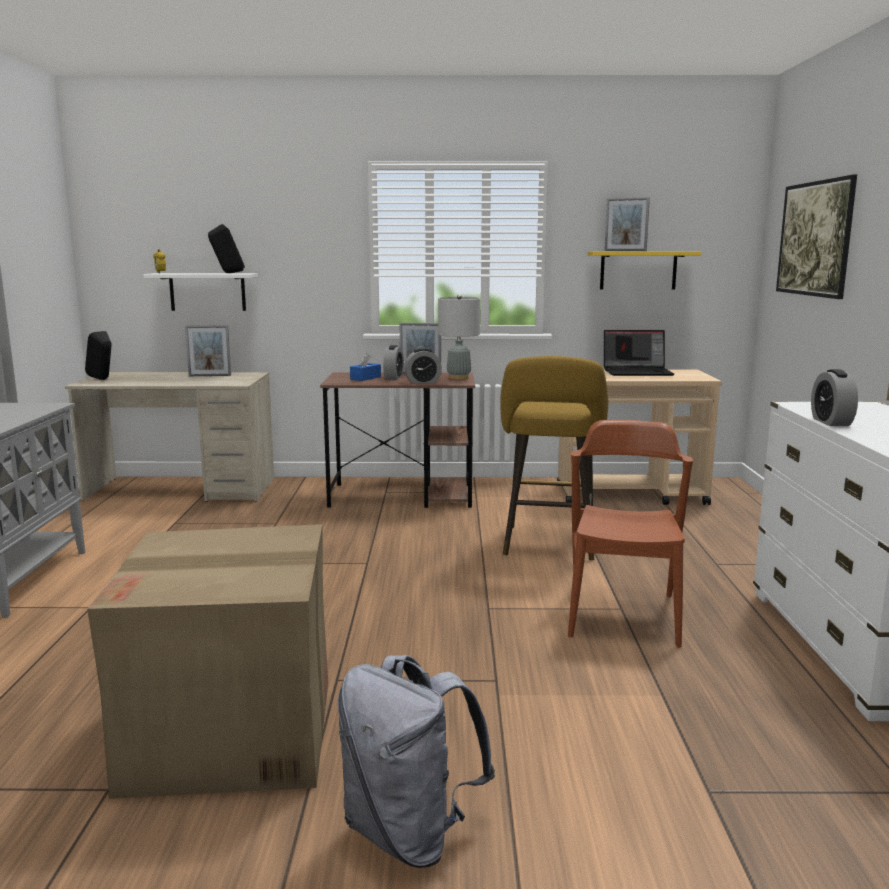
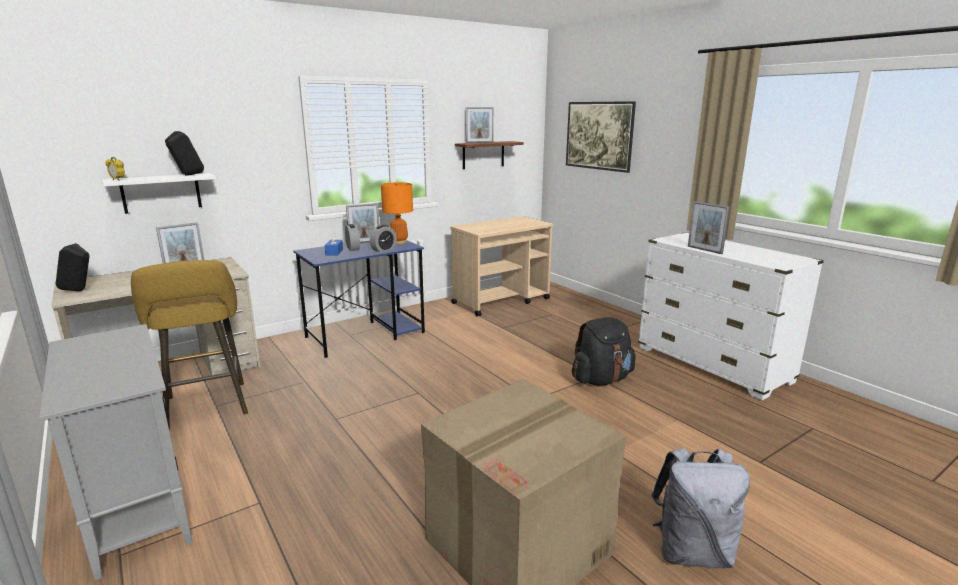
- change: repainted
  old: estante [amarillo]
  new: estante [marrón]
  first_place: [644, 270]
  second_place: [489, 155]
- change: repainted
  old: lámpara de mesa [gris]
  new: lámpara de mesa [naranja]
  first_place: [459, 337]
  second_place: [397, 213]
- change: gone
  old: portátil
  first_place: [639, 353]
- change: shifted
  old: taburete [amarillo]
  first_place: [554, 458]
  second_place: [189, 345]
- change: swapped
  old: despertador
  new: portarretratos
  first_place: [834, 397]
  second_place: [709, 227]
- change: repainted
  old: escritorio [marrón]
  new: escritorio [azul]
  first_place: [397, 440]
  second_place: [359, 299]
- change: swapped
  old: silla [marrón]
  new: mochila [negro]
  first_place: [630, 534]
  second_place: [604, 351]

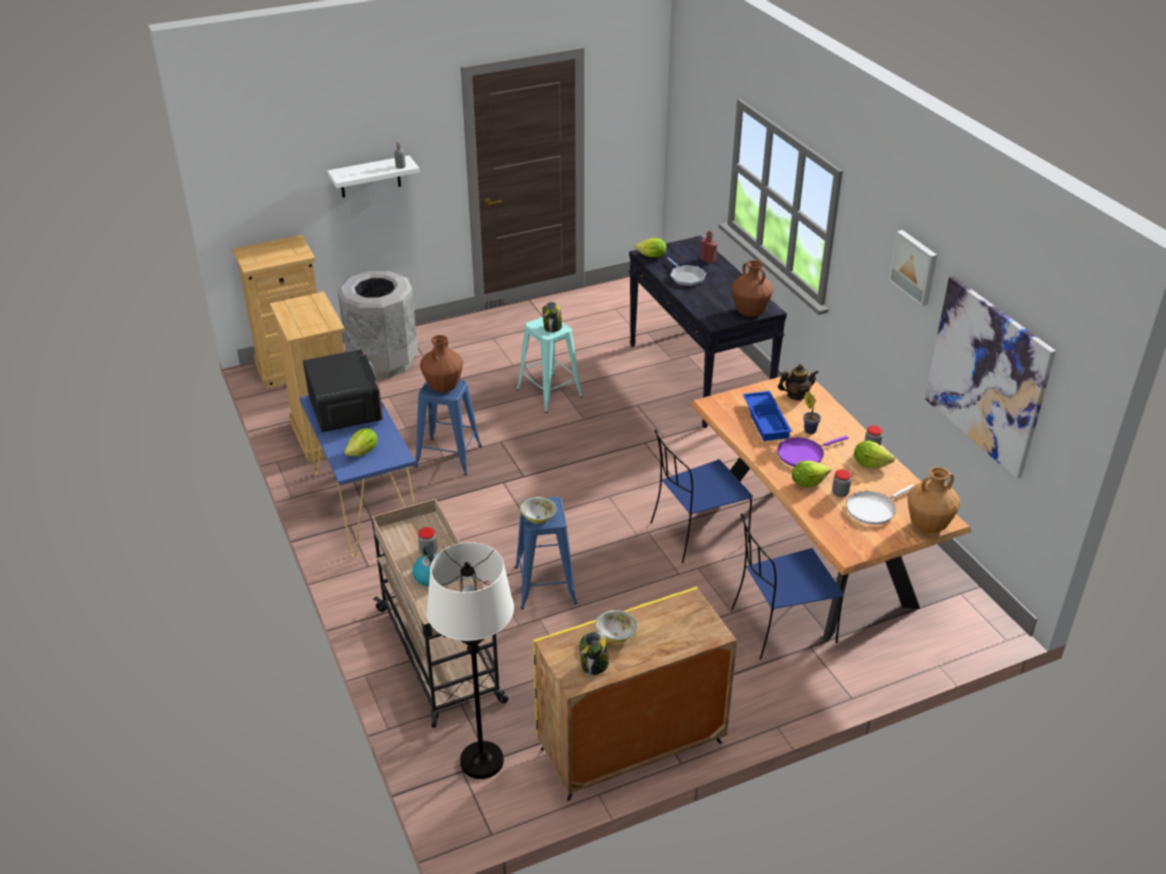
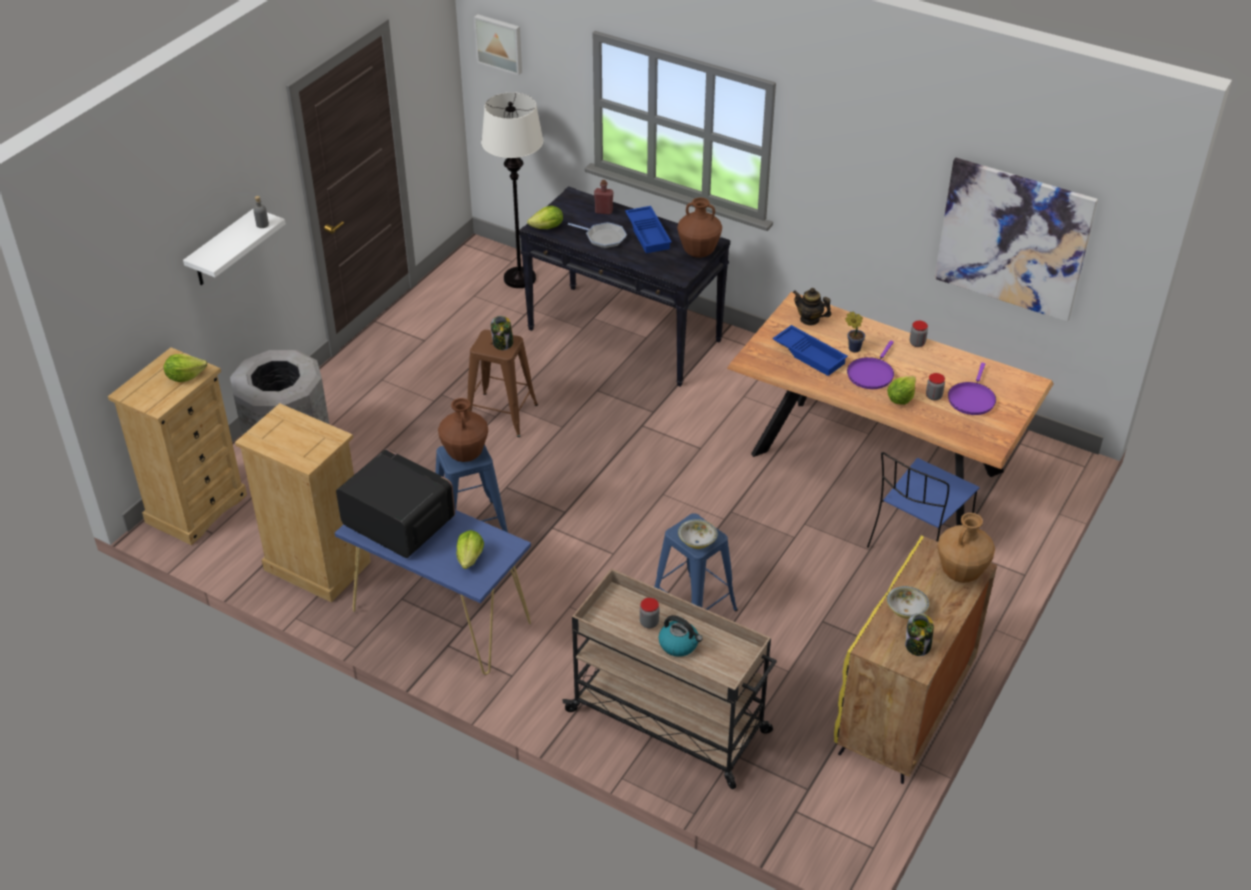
- change: shifted
  old: cuadro
  first_place: [913, 268]
  second_place: [498, 44]
- change: repainted
  old: taburete [turquesa]
  new: taburete [marrón]
  first_place: [550, 365]
  second_place: [502, 383]
- change: rotated
  old: tetera
  first_place: [798, 382]
  second_place: [812, 306]
  degrees: -105
- change: gone
  old: silla [azul]
  first_place: [702, 496]
- change: shifted
  old: lechuga
  first_place: [874, 454]
  second_place: [185, 368]
- change: shifted
  old: florero [marrón]
  first_place: [933, 500]
  second_place: [966, 548]
- change: repainted
  old: sartén [blanco]
  new: sartén [morado]
  first_place: [880, 505]
  second_place: [972, 388]
- change: shifted
  old: lámpara de pie [blanco]
  first_place: [470, 660]
  second_place: [512, 190]
- change: new
  new: bandeja [azul]
  second_place: [648, 229]

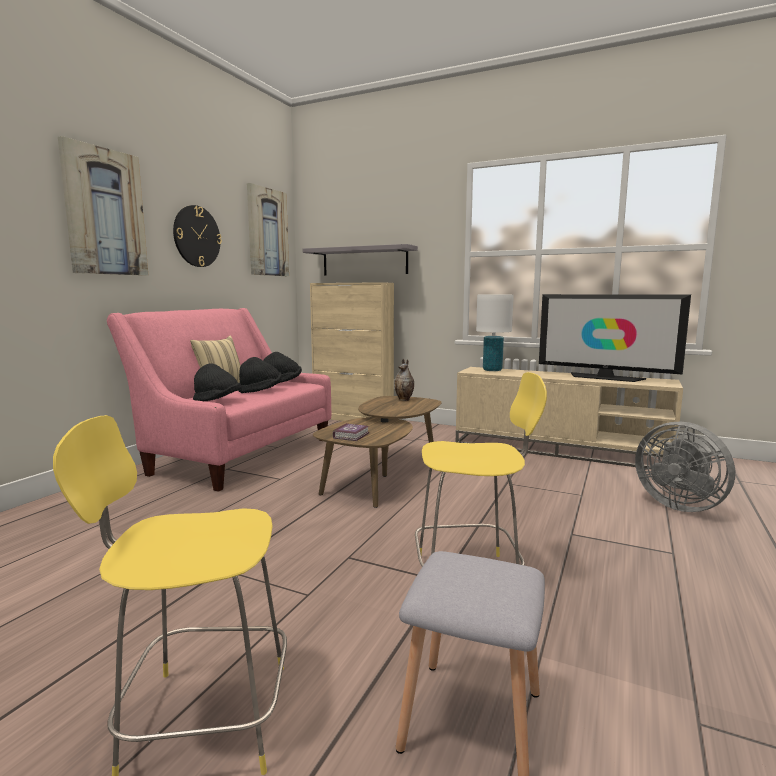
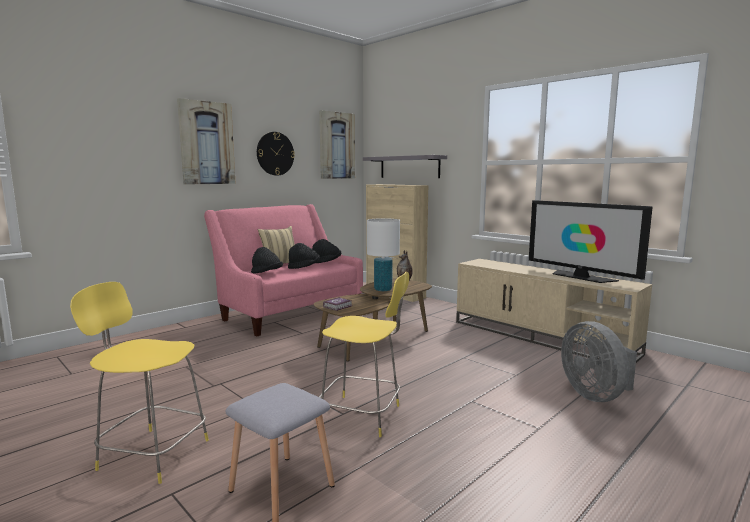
- change: shifted
  old: lámpara de mesa [blanco]
  first_place: [495, 333]
  second_place: [383, 254]

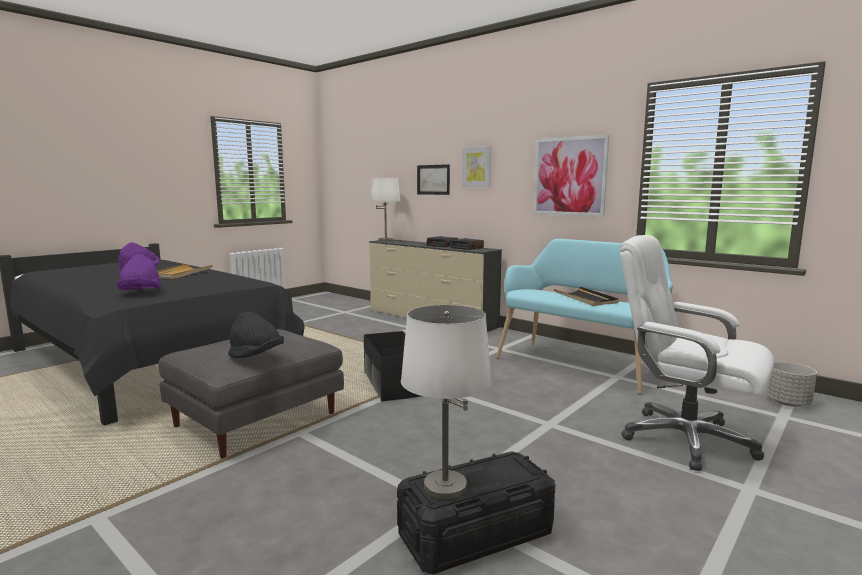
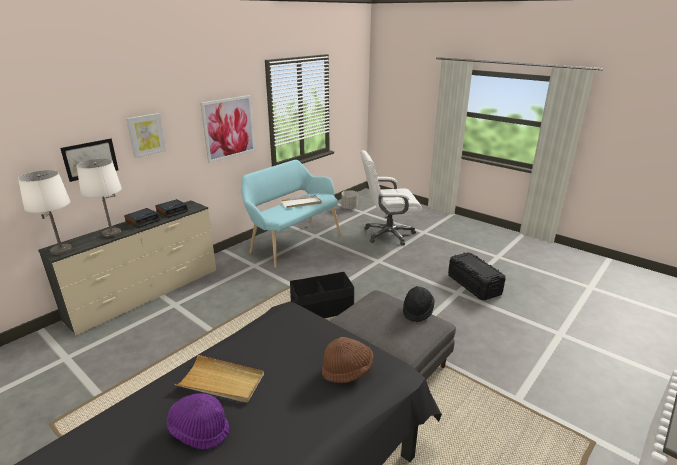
- change: rotated
  old: silla de oficina [blanco]
  first_place: [697, 353]
  second_place: [391, 197]
  degrees: 45
- change: repainted
  old: sombrero [morado]
  new: sombrero [marrón]
  first_place: [138, 272]
  second_place: [347, 360]
- change: repainted
  old: bandeja [negro]
  new: bandeja [blanco]
  first_place: [586, 296]
  second_place: [301, 201]
- change: shifted
  old: lámpara de mesa [blanco]
  first_place: [446, 402]
  second_place: [99, 198]

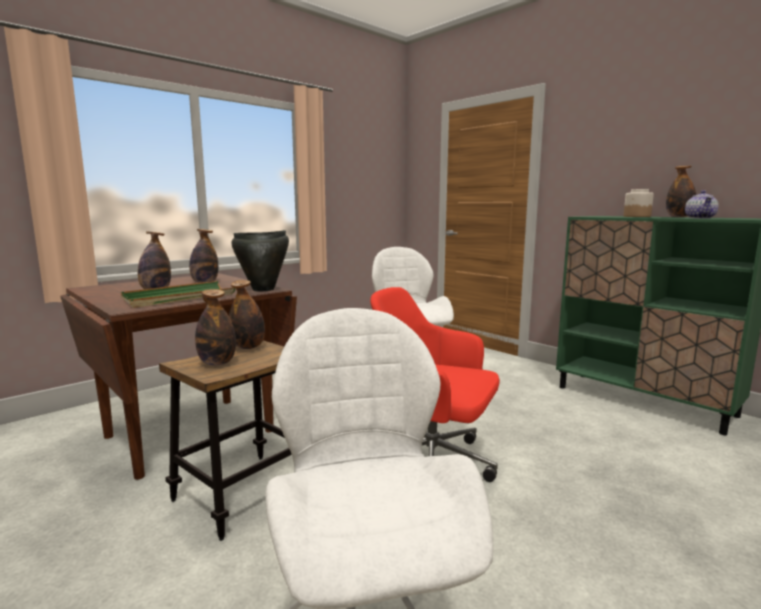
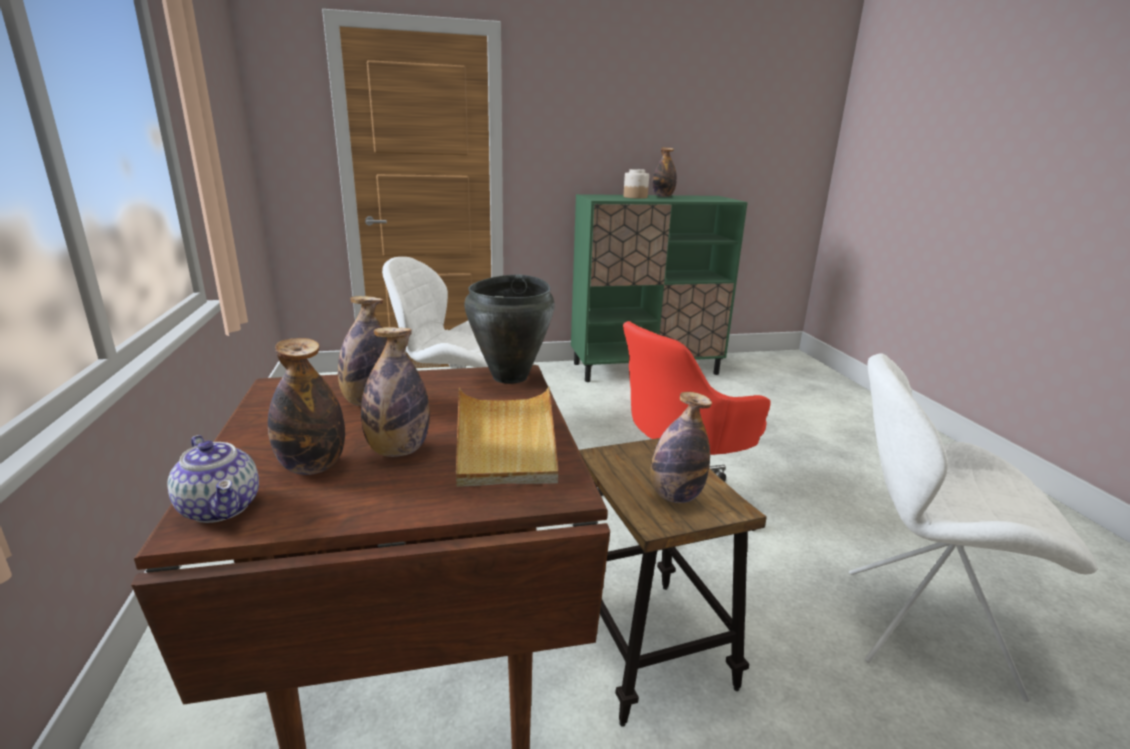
- change: shifted
  old: tetera
  first_place: [701, 204]
  second_place: [213, 479]
- change: shifted
  old: botella
  first_place: [247, 314]
  second_place: [306, 406]
- change: repainted
  old: bandeja [verde]
  new: bandeja [beis]
  first_place: [178, 294]
  second_place: [507, 436]

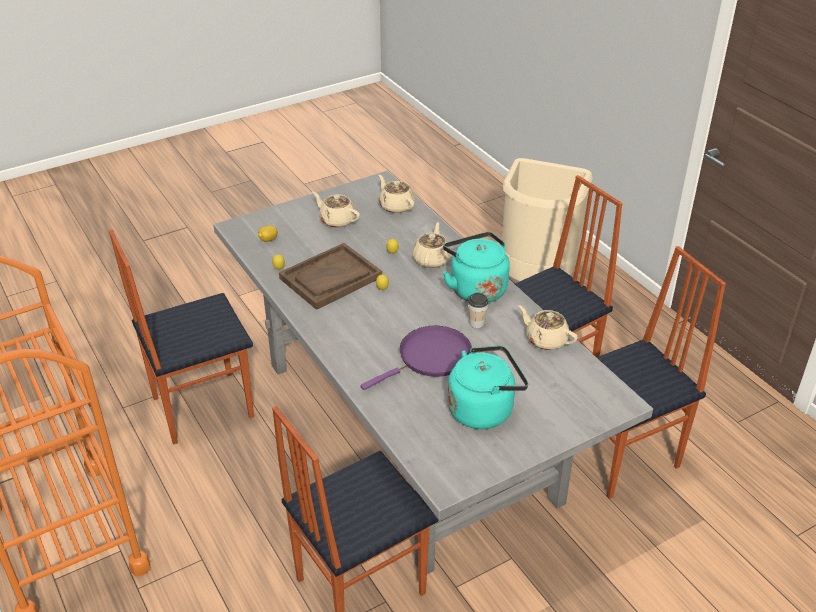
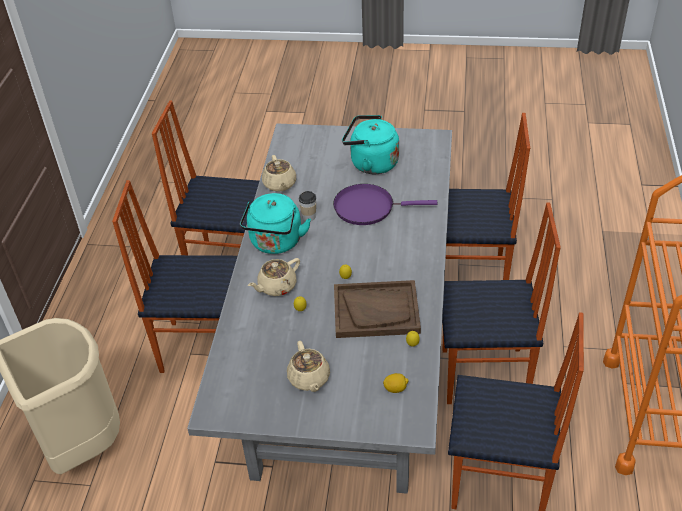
- change: gone
  old: tetera [beis]
  first_place: [396, 194]
- change: new
  new: silla
  second_place: [501, 303]

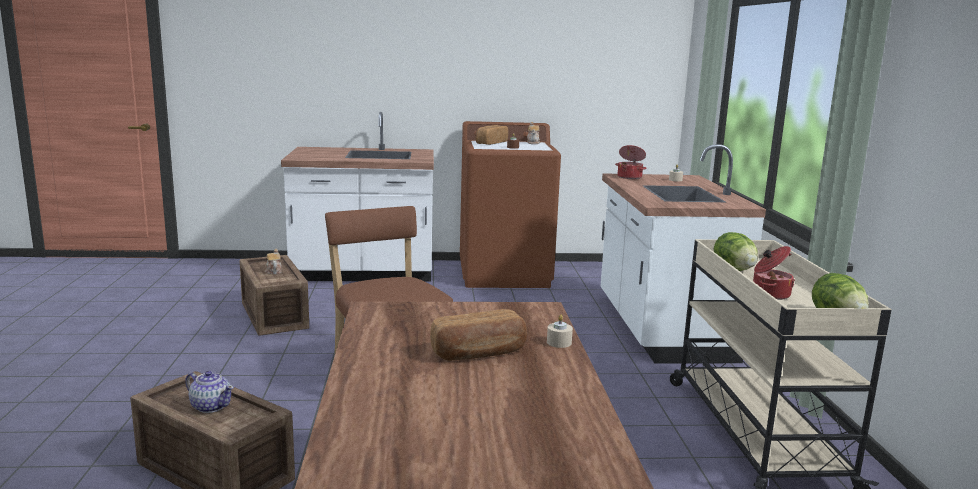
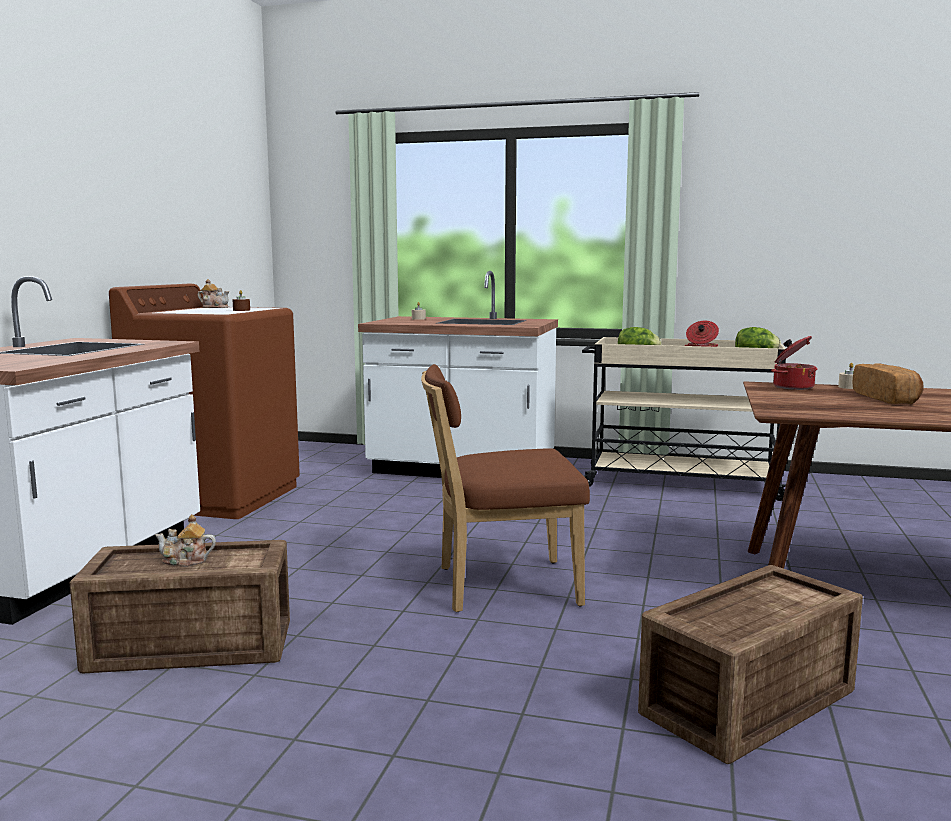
- change: gone
  old: pan
  first_place: [491, 135]
- change: shifted
  old: olla
  first_place: [630, 162]
  second_place: [794, 363]
- change: gone
  old: tetera
  first_place: [209, 392]

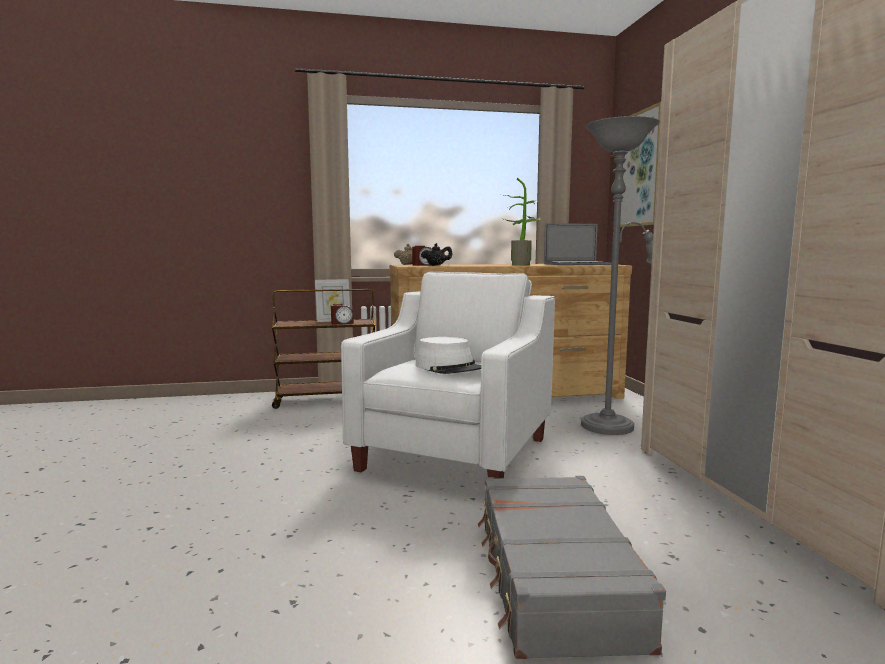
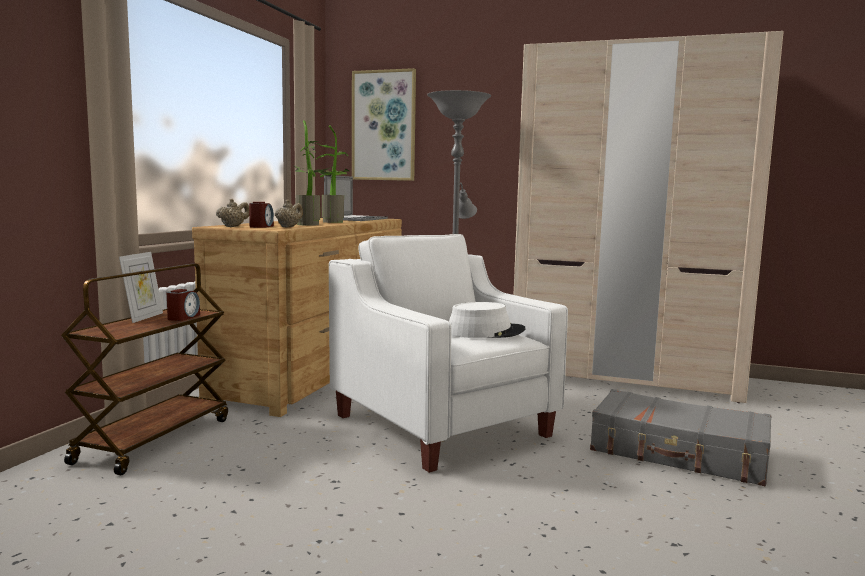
- change: repainted
  old: tetera [negro]
  new: tetera [beis]
  first_place: [437, 254]
  second_place: [289, 213]
- change: new
  new: planta en maceta
  second_place: [314, 173]

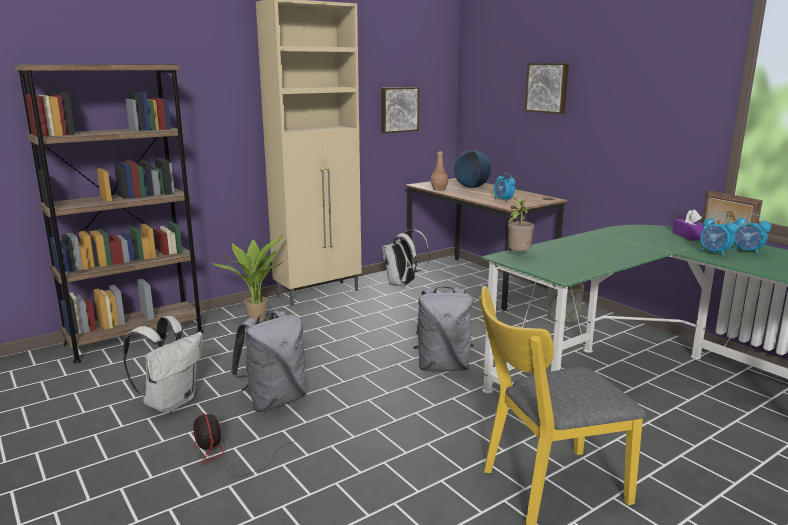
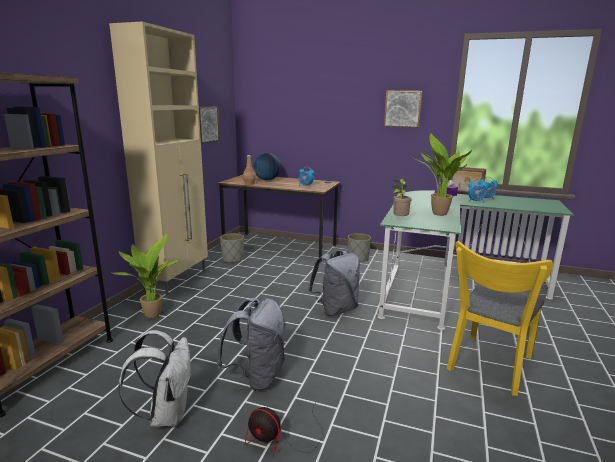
- change: shifted
  old: cuadro
  first_place: [547, 88]
  second_place: [403, 109]
- change: swapped
  old: mochila [blanco]
  new: maceta [gris]
  first_place: [406, 258]
  second_place: [232, 247]
- change: new
  new: planta en maceta
  second_place: [441, 175]

